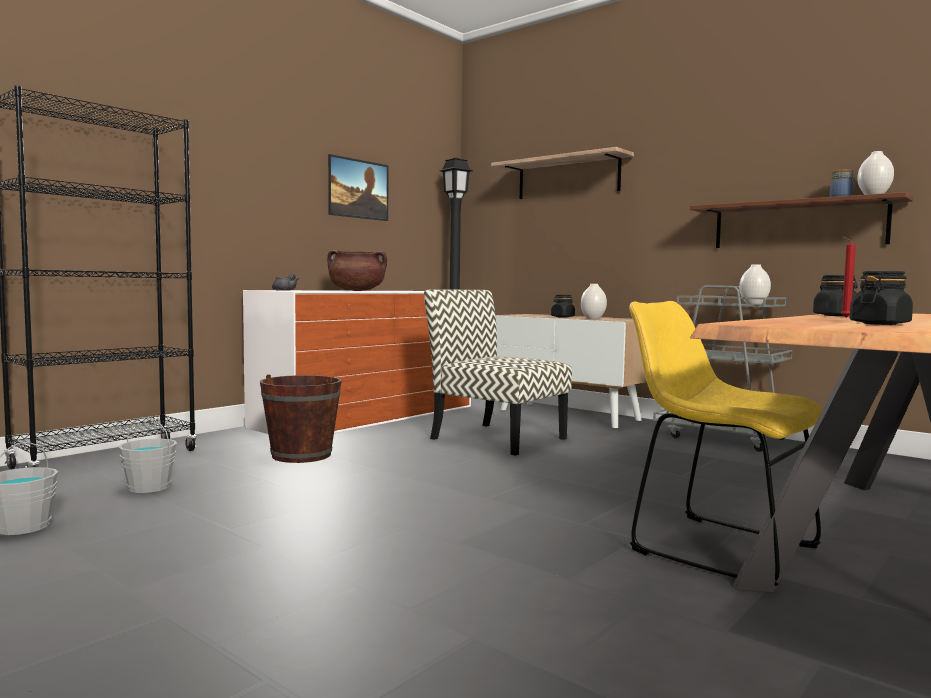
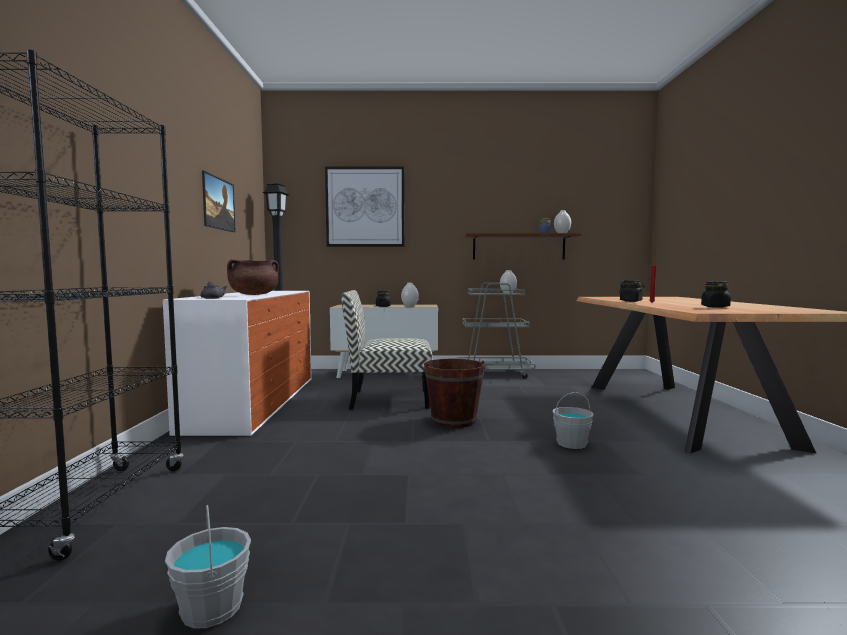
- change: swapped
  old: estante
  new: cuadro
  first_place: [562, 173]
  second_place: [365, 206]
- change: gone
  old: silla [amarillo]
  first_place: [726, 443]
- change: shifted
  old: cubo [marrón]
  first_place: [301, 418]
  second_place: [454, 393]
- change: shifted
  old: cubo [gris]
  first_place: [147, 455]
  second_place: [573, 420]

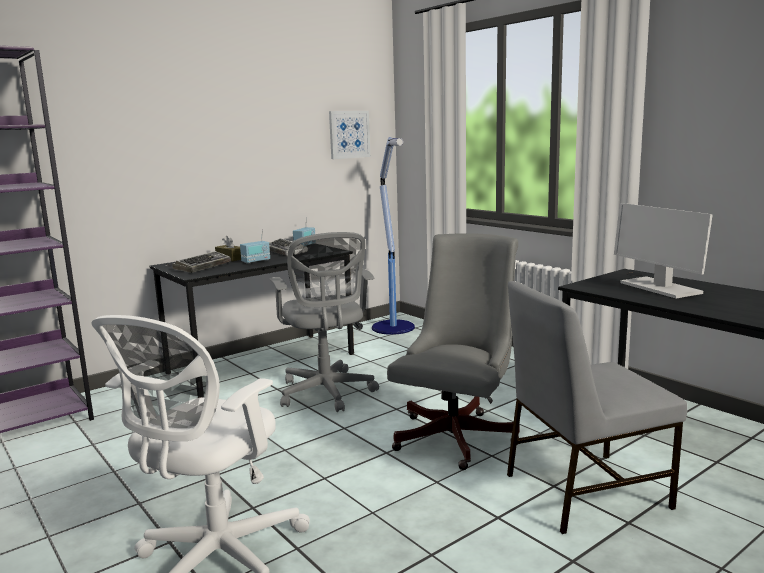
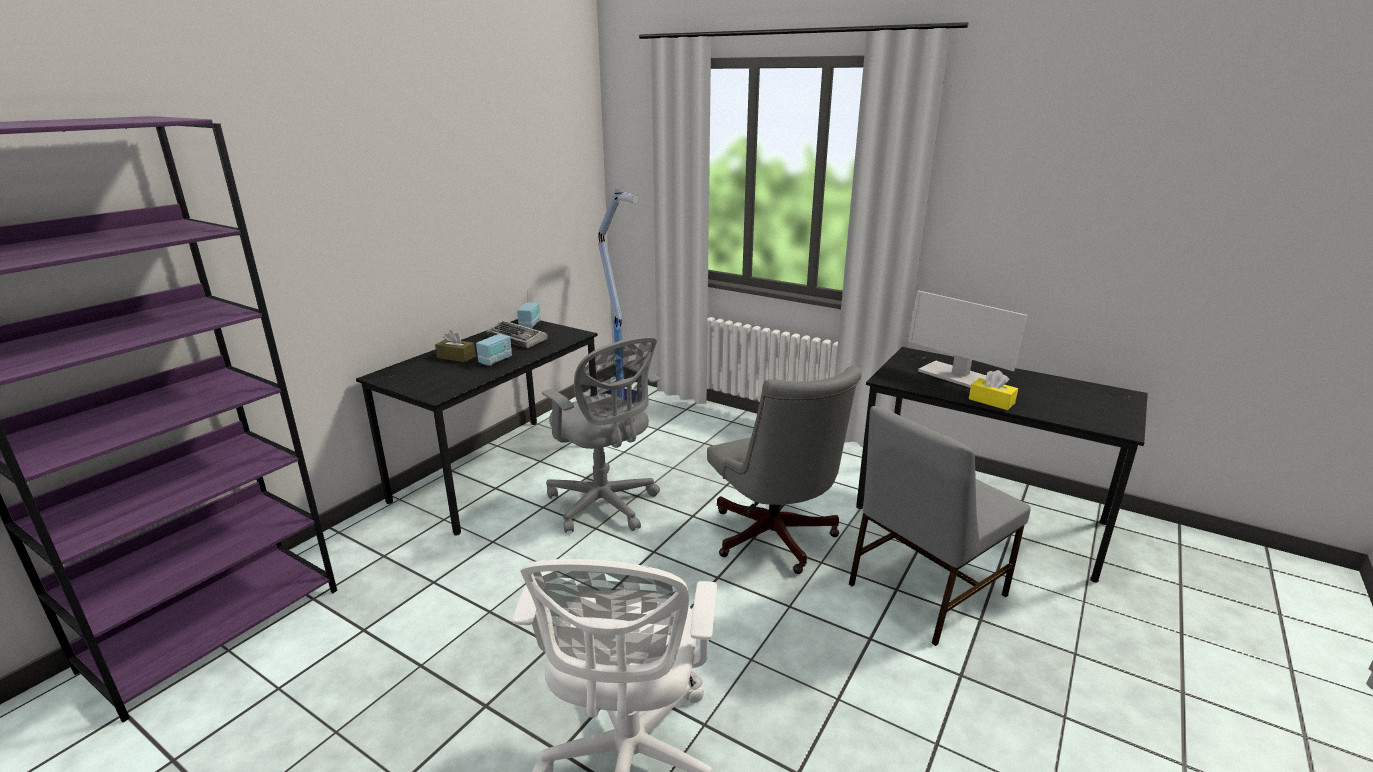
- change: gone
  old: cuadro
  first_place: [349, 135]
- change: rotated
  old: silla de oficina [gris]
  first_place: [453, 351]
  second_place: [784, 470]
  degrees: 150
- change: gone
  old: teclado
  first_place: [201, 262]
- change: new
  new: caja de pañuelos [amarillo]
  second_place: [993, 390]

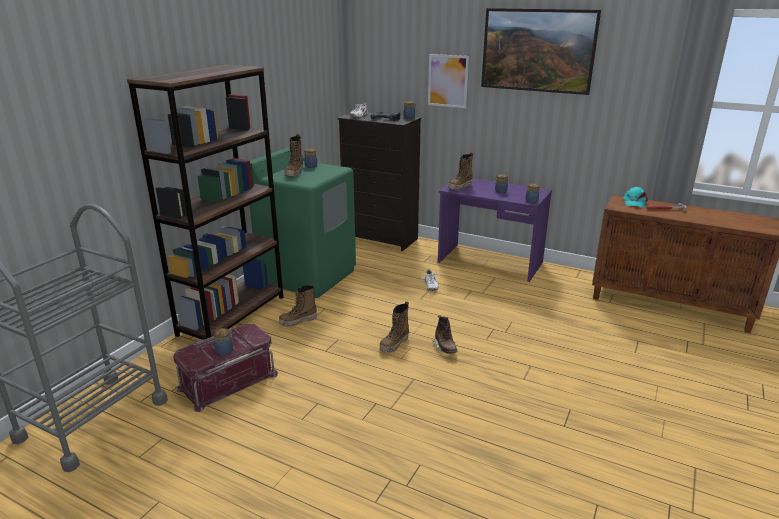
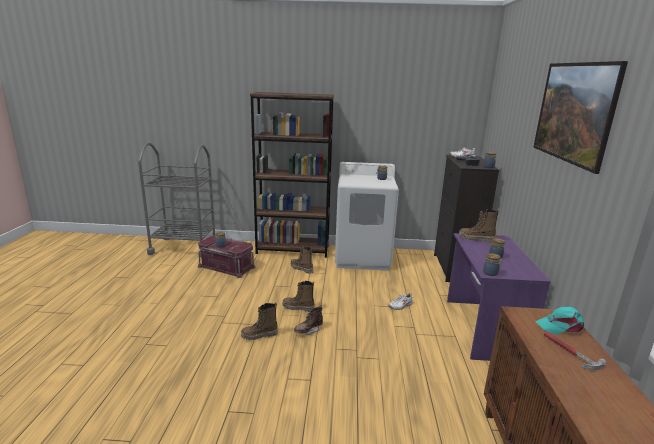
- change: gone
  old: cuadro
  first_place: [448, 81]
- change: shifted
  old: bota
  first_place: [293, 155]
  second_place: [259, 321]
- change: repainted
  old: lavadora [verde]
  new: lavadora [blanco]
  first_place: [303, 222]
  second_place: [367, 216]

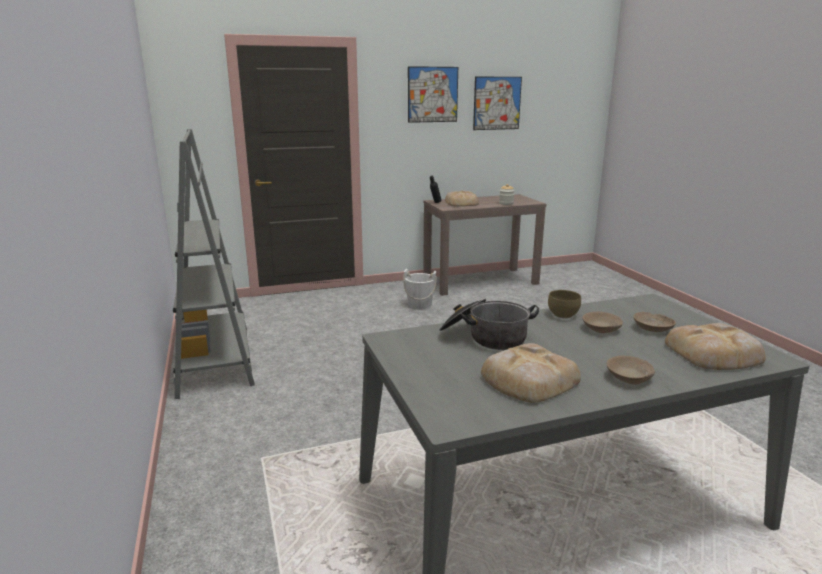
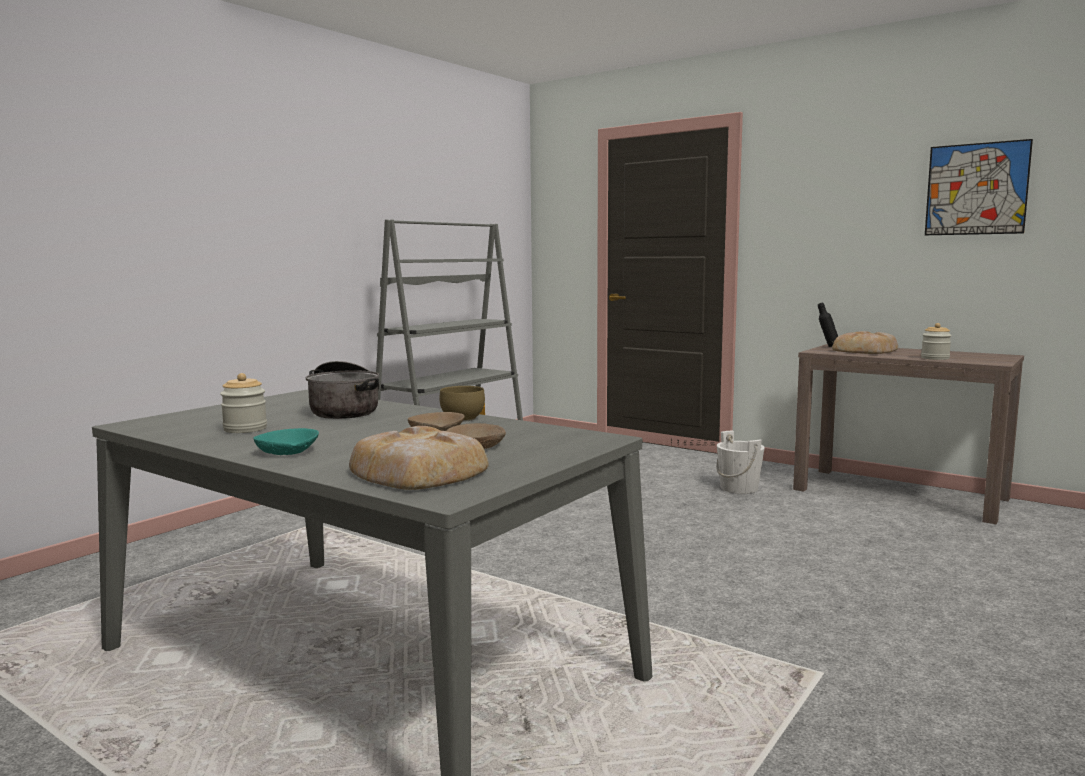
- change: gone
  old: cuadro
  first_place: [433, 94]
- change: swapped
  old: pan
  new: tarro
  first_place: [531, 373]
  second_place: [243, 403]
- change: repainted
  old: cuenco [beis]
  new: cuenco [turquesa]
  first_place: [631, 370]
  second_place: [286, 441]

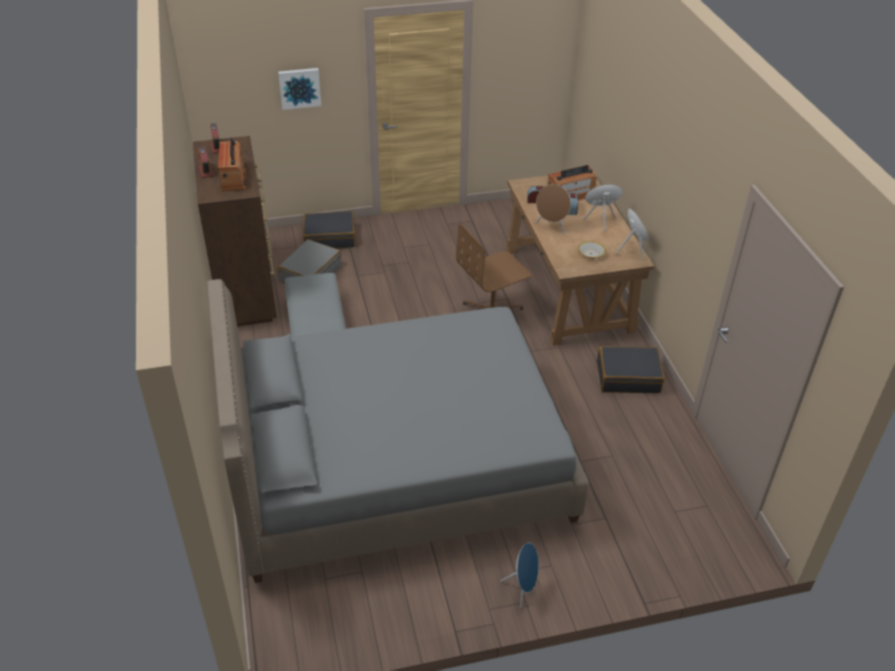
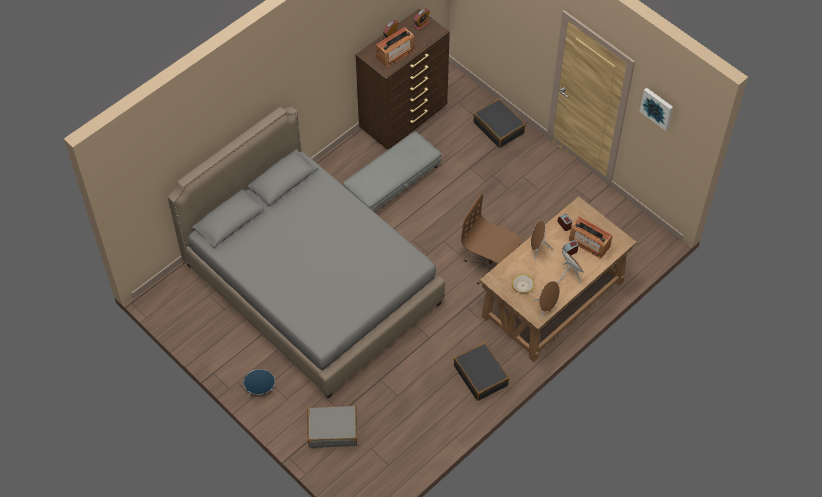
- change: shifted
  old: cuadro
  first_place: [299, 89]
  second_place: [656, 109]
- change: shifted
  old: maleta [gris]
  first_place: [309, 261]
  second_place: [332, 426]

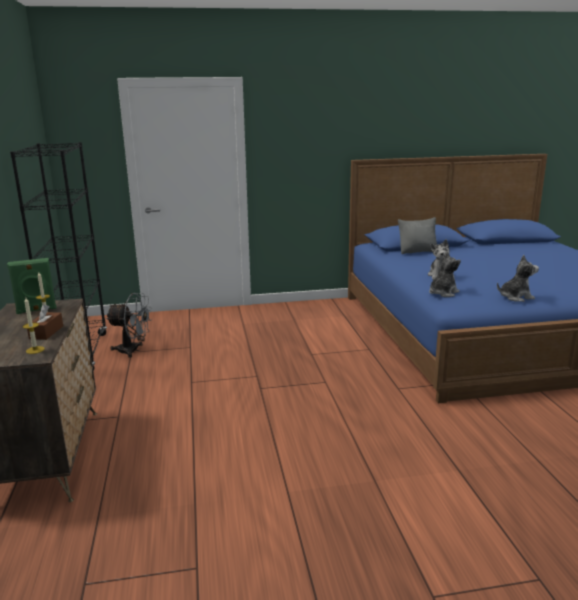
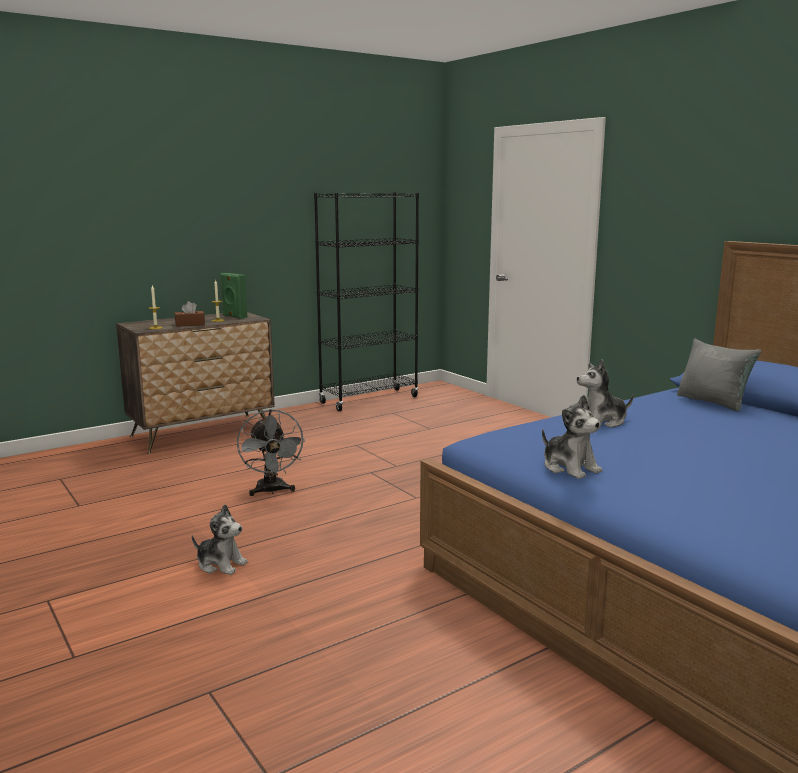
- change: shifted
  old: peluche
  first_place: [445, 274]
  second_place: [220, 539]
- change: shifted
  old: ventilador [gris]
  first_place: [129, 325]
  second_place: [271, 452]

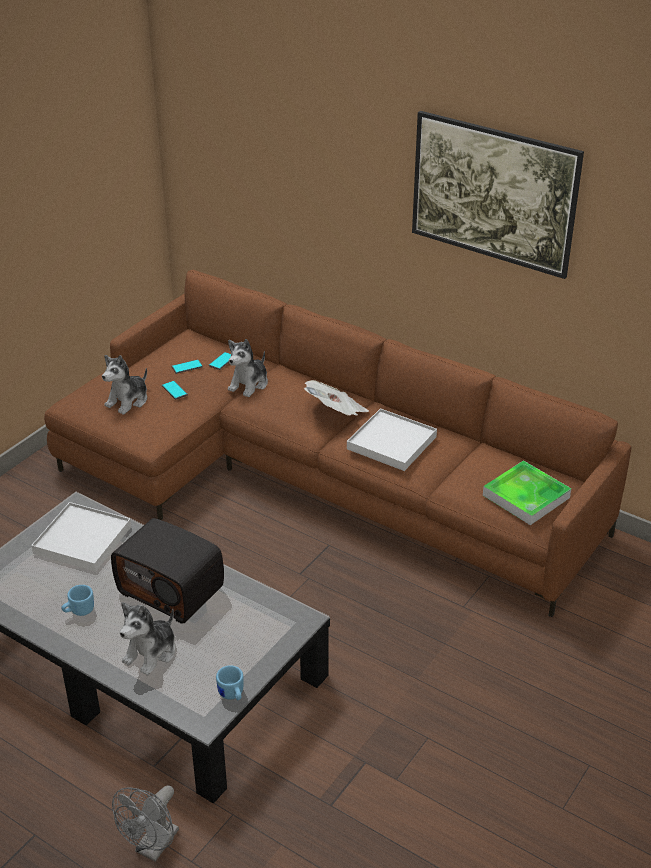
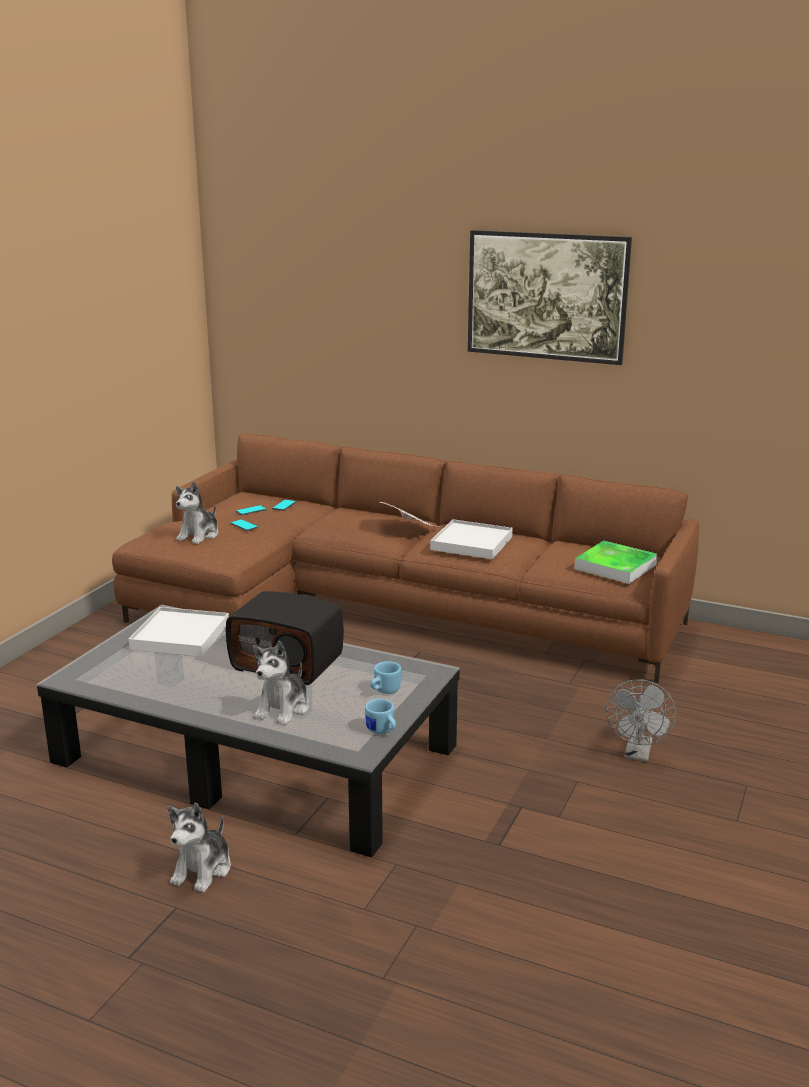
- change: shifted
  old: peluche
  first_place: [248, 368]
  second_place: [199, 848]
- change: shifted
  old: taza grande [azul]
  first_place: [77, 600]
  second_place: [385, 677]
- change: shifted
  old: ventilador [gris]
  first_place: [145, 823]
  second_place: [641, 720]

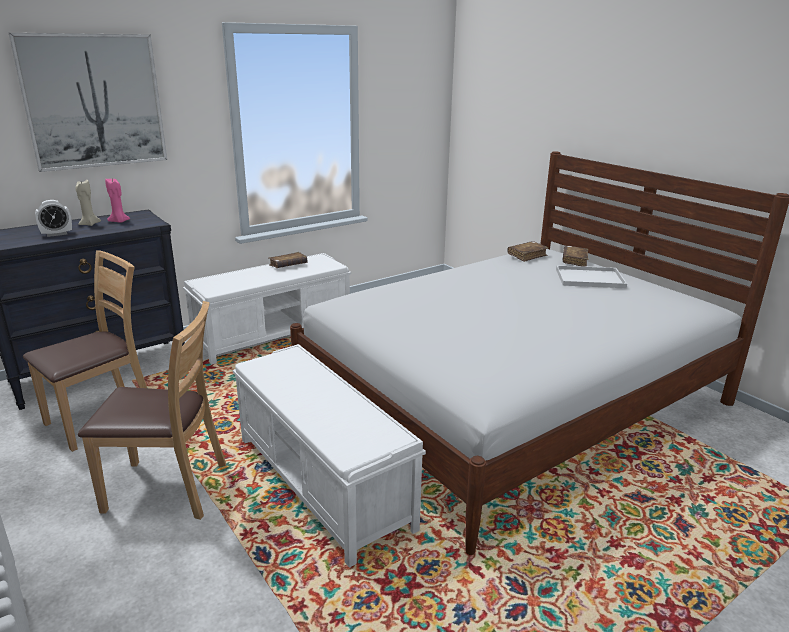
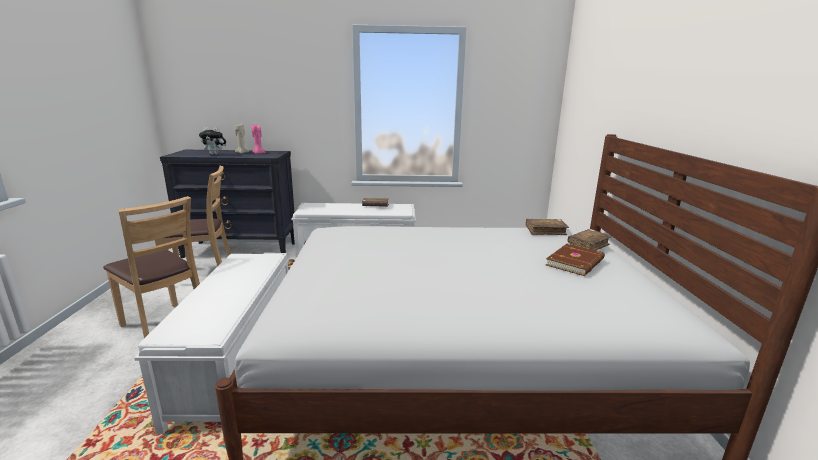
- change: gone
  old: cuadro
  first_place: [88, 102]
- change: swapped
  old: despertador
  new: peluche
  first_place: [53, 218]
  second_place: [212, 141]
- change: swapped
  old: bandeja [blanco]
  new: libro [marrón]
  first_place: [591, 276]
  second_place: [575, 260]

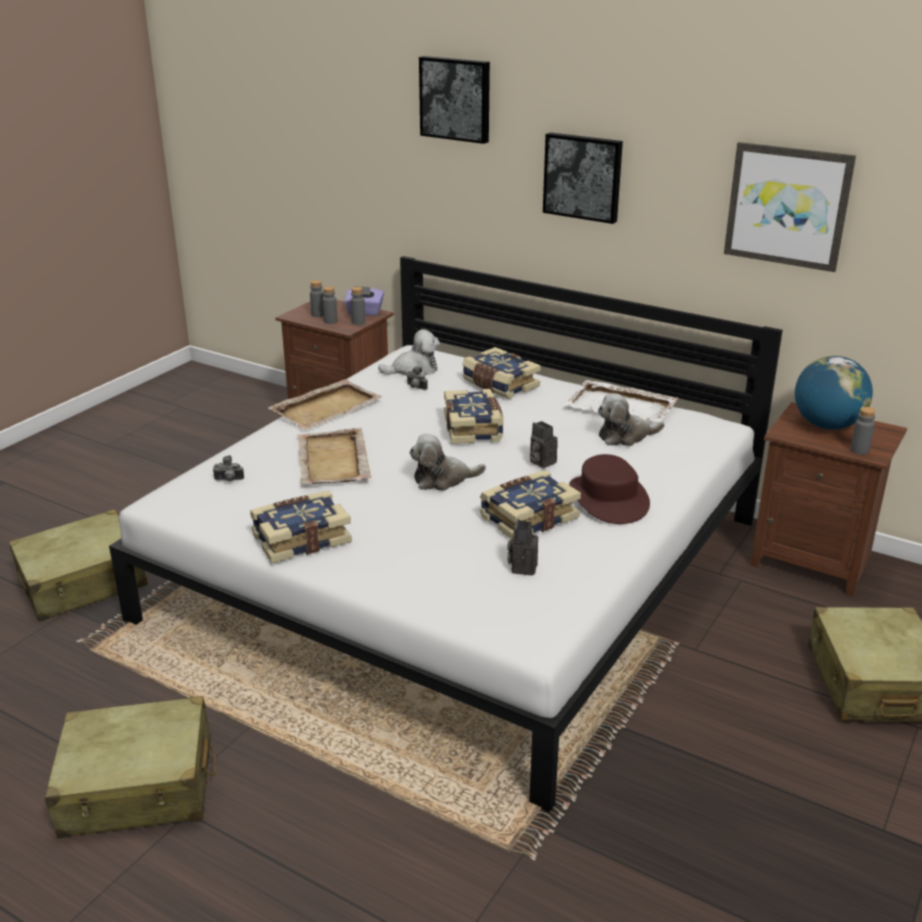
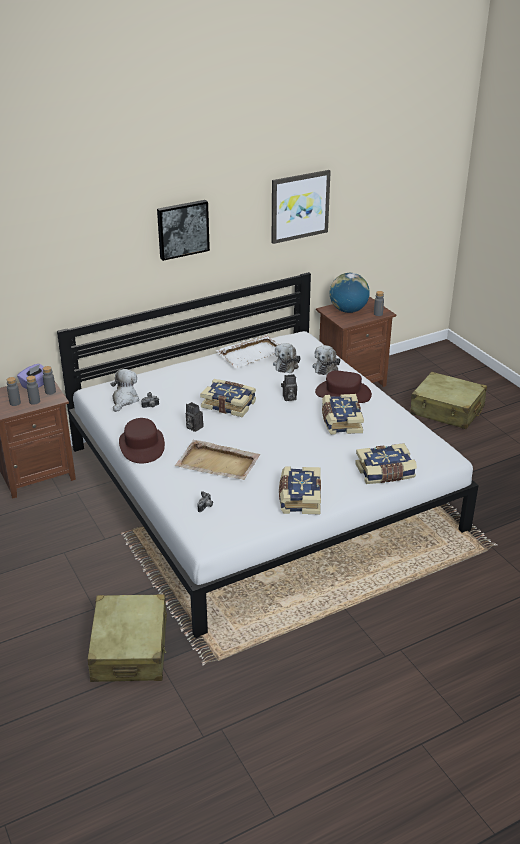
- change: gone
  old: cuadro
  first_place: [454, 100]
- change: shifted
  old: libro
  first_place: [501, 373]
  second_place: [386, 463]
- change: swapped
  old: bandeja [beis]
  new: sombrero [marrón]
  first_place: [325, 404]
  second_place: [142, 440]
- change: shifted
  old: peluche
  first_place: [447, 462]
  second_place: [326, 360]
- change: shifted
  old: cámara
  first_place: [522, 547]
  second_place: [194, 417]
- change: gone
  old: maleta [beis]
  first_place: [130, 767]

